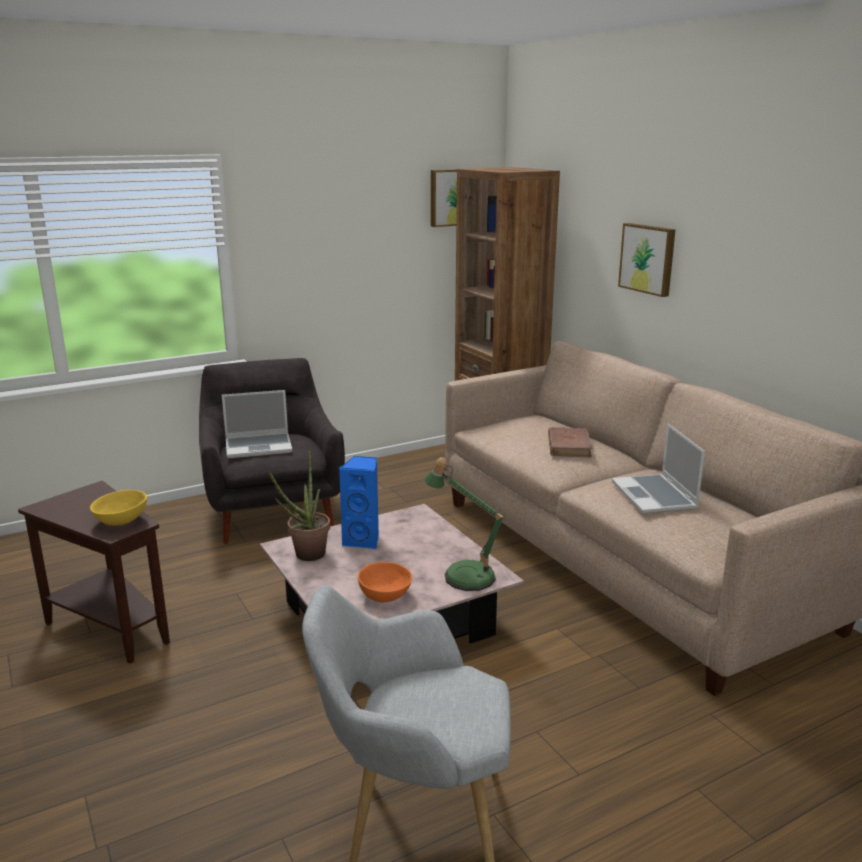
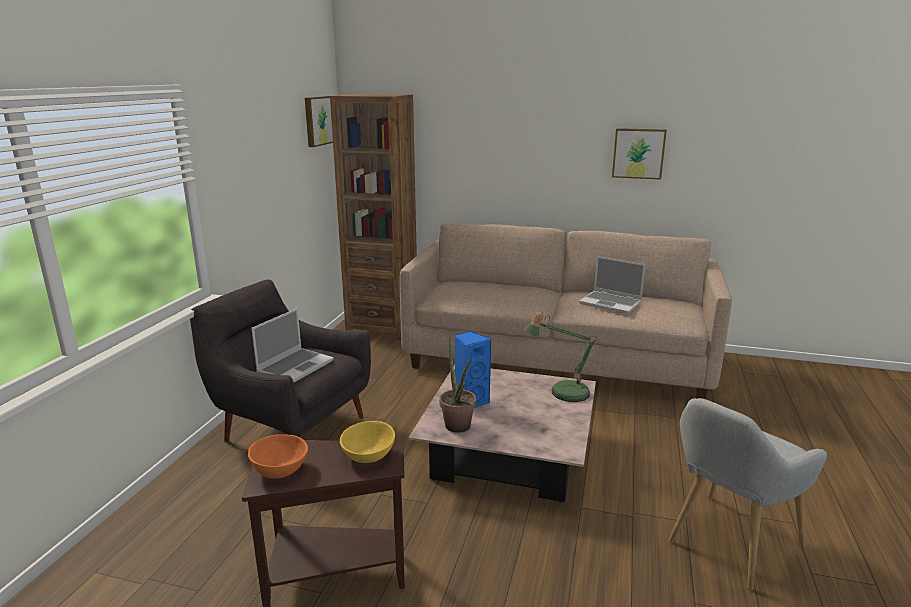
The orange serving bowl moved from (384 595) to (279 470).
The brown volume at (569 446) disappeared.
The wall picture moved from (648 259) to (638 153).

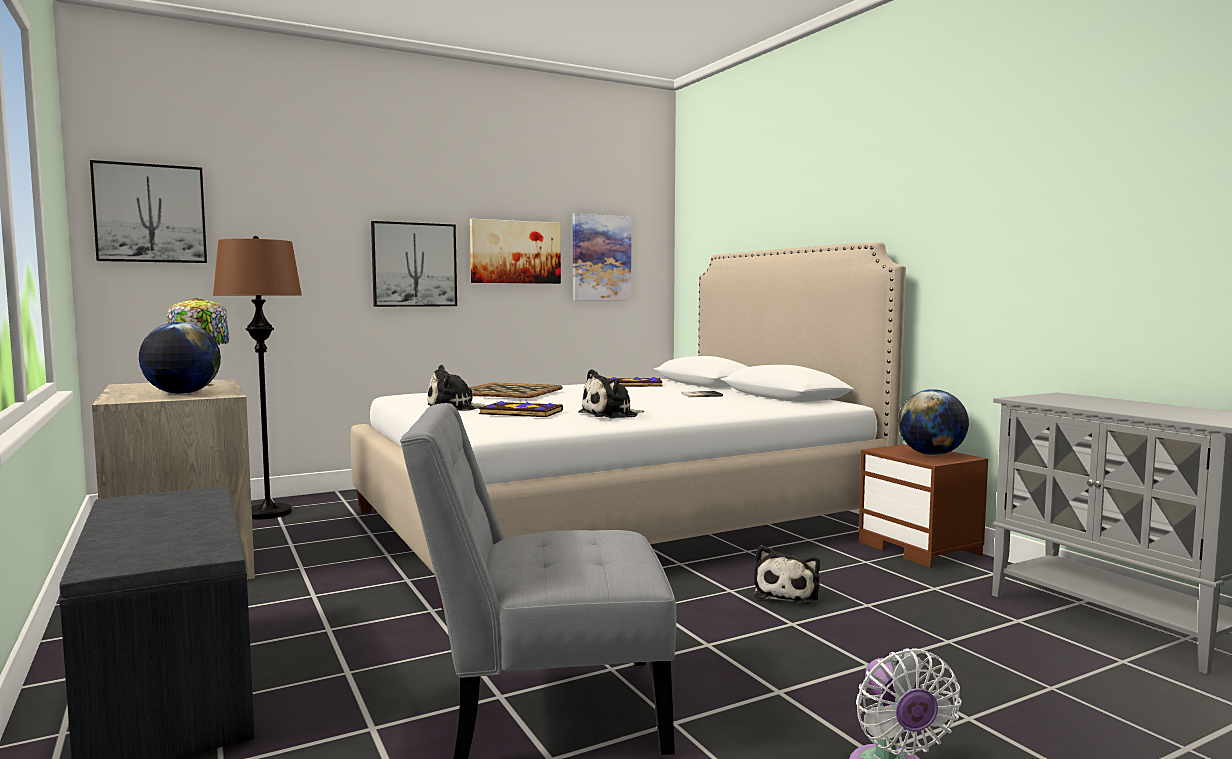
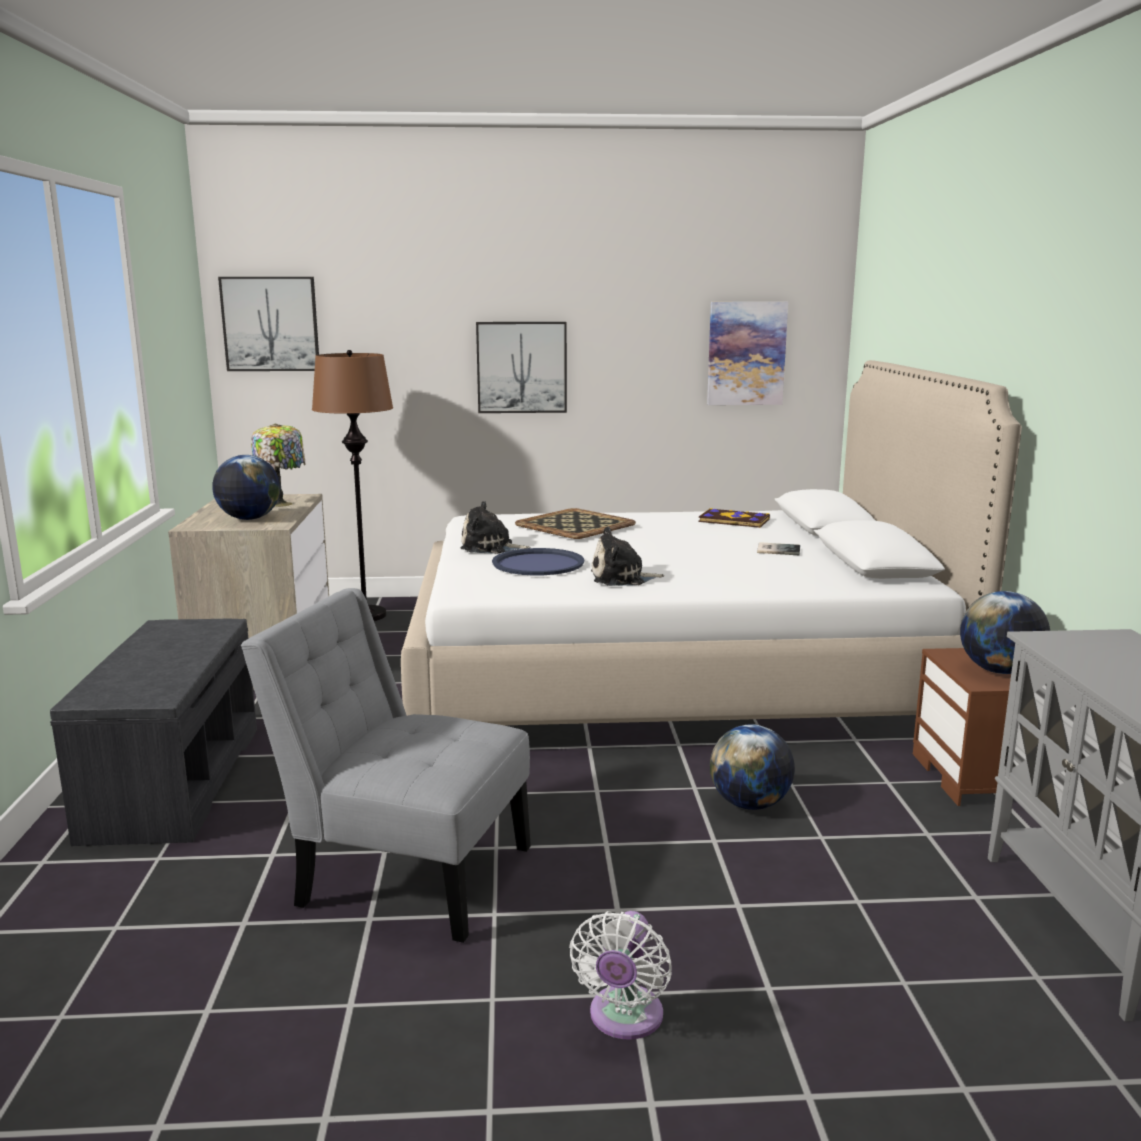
The wall picture at (515 252) disappeared.
The volume at (520 413) was replaced by the blue-coloured carrying tray at (538 564).
The cuddly toy at (787 593) was replaced by the globe at (750 804).

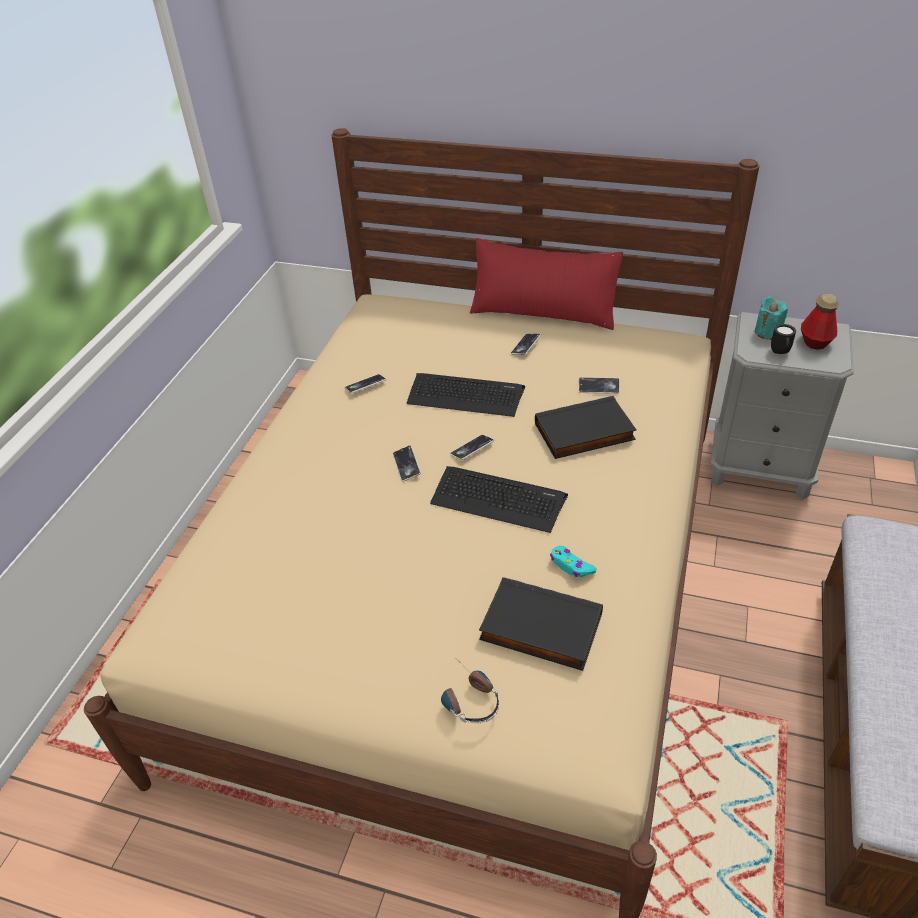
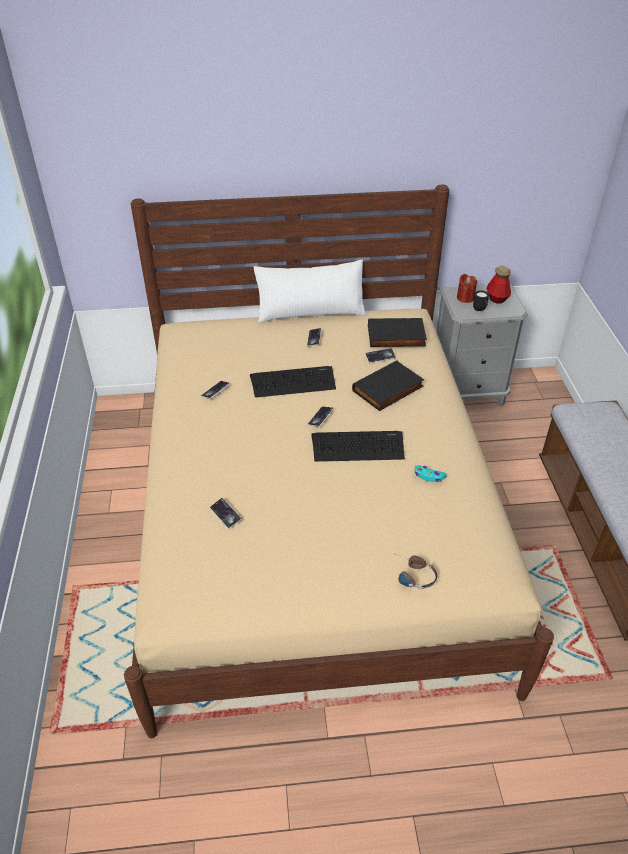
The telephone moved from (406 465) to (225 515).
The red-coloured pillow at (543 312) became the white pillow at (310 312).
The black-coloured volume moved from (539 629) to (396 336).
The blue-green wax light at (767 332) became the red-coloured wax light at (465 298).

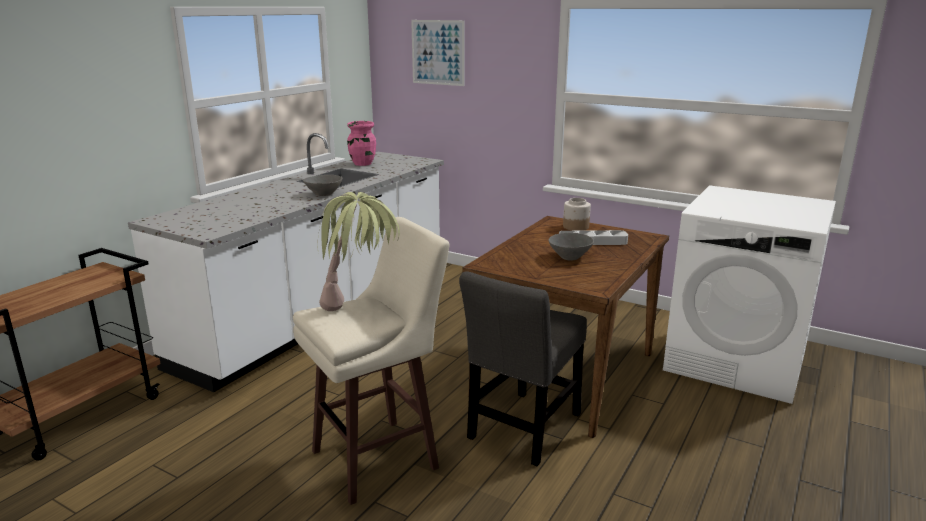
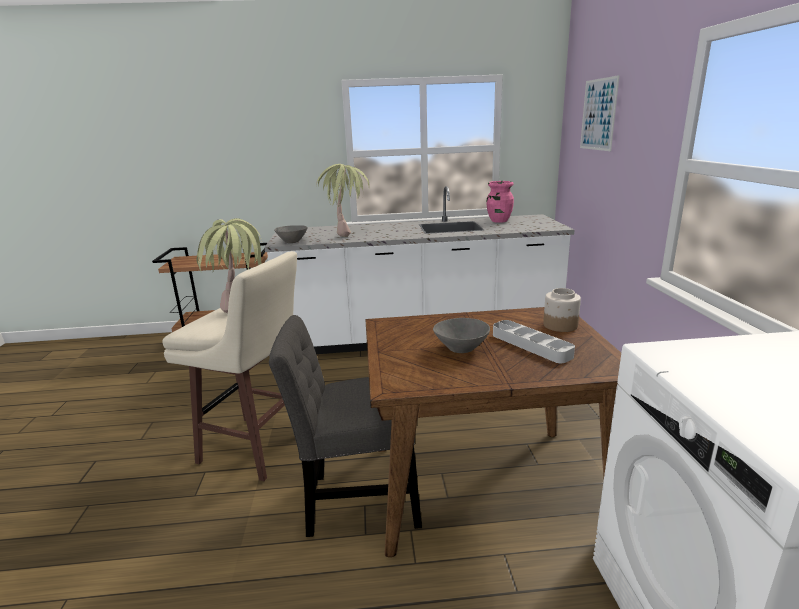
The greyish serving bowl moved from (323 194) to (292 241).
The potted plant at (348 233) appeared.

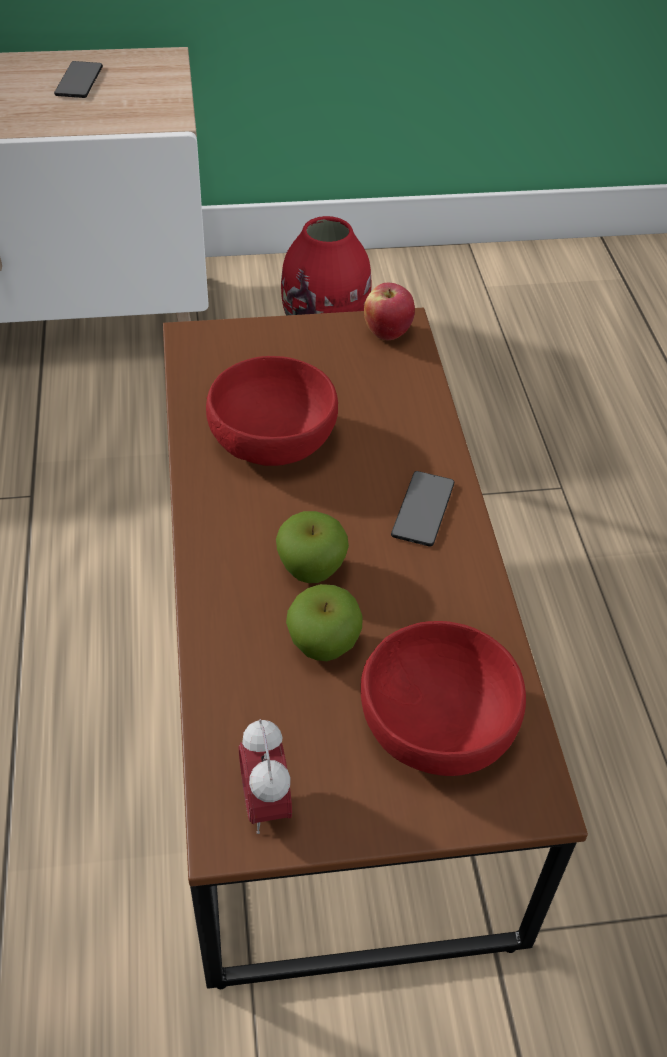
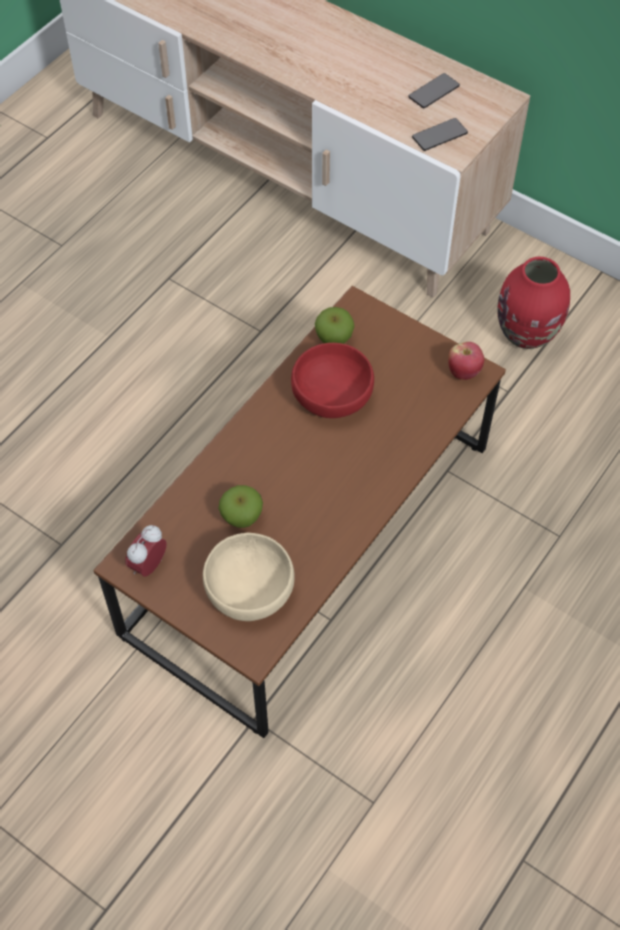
The whole apple moved from (311 570) to (334 339).
The red-coloured serving bowl at (437 727) became the sand-coloured serving bowl at (249 591).
The telephone moved from (423 510) to (439 135).

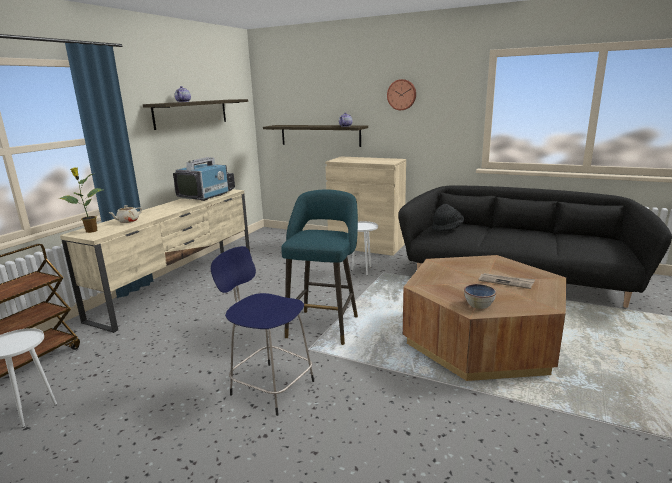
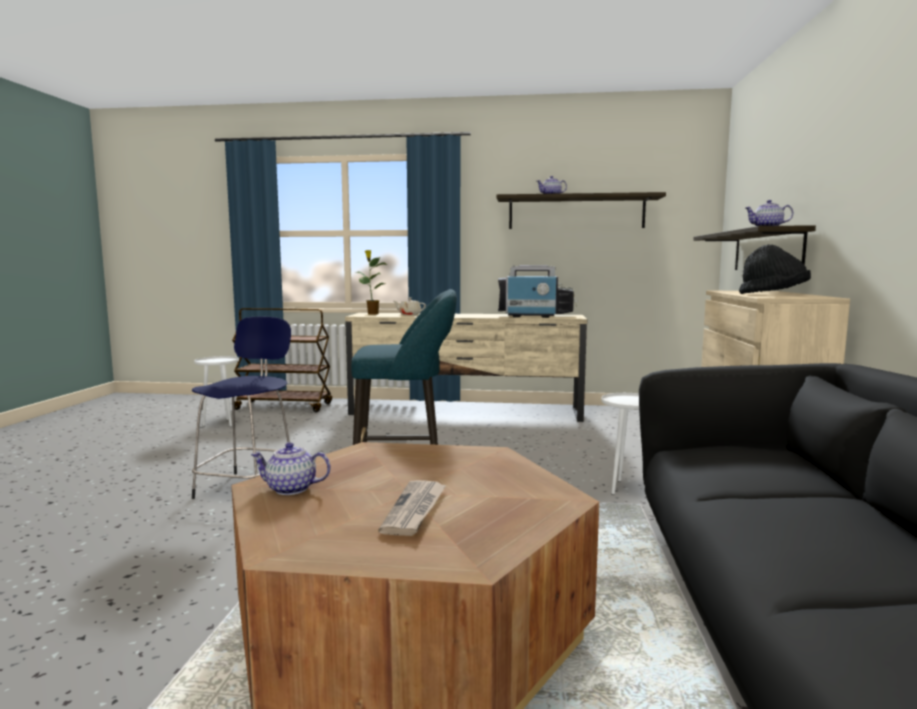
The hanging clock at (402 94) disappeared.
The black-coloured wearable hat moved from (447 228) to (773 294).
The serving bowl at (479 304) was replaced by the teapot at (290 489).

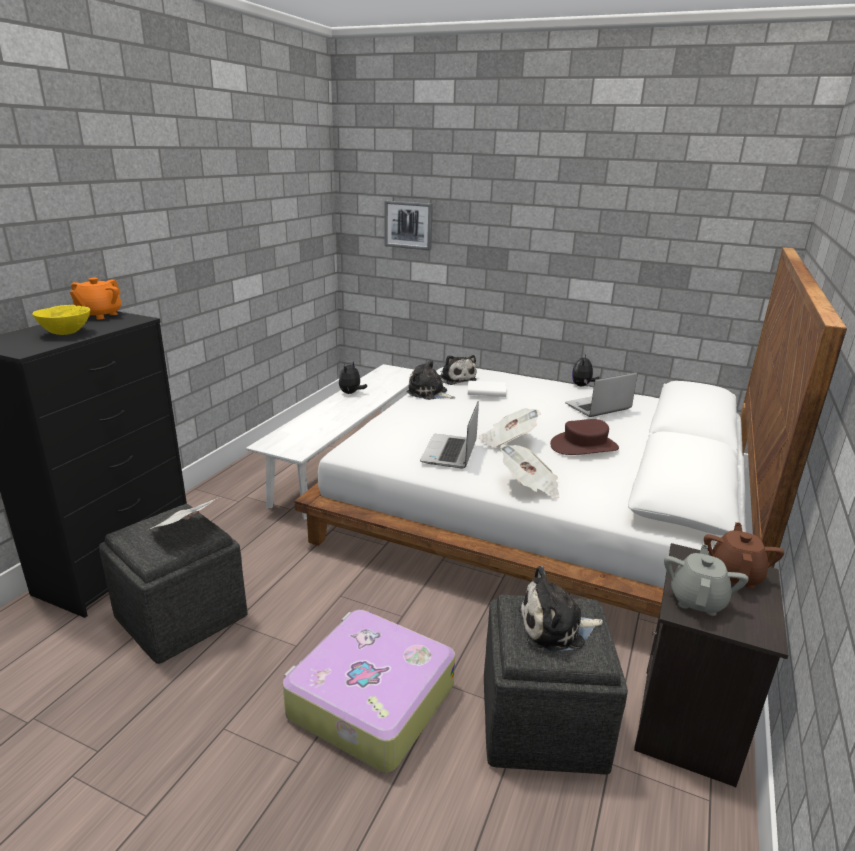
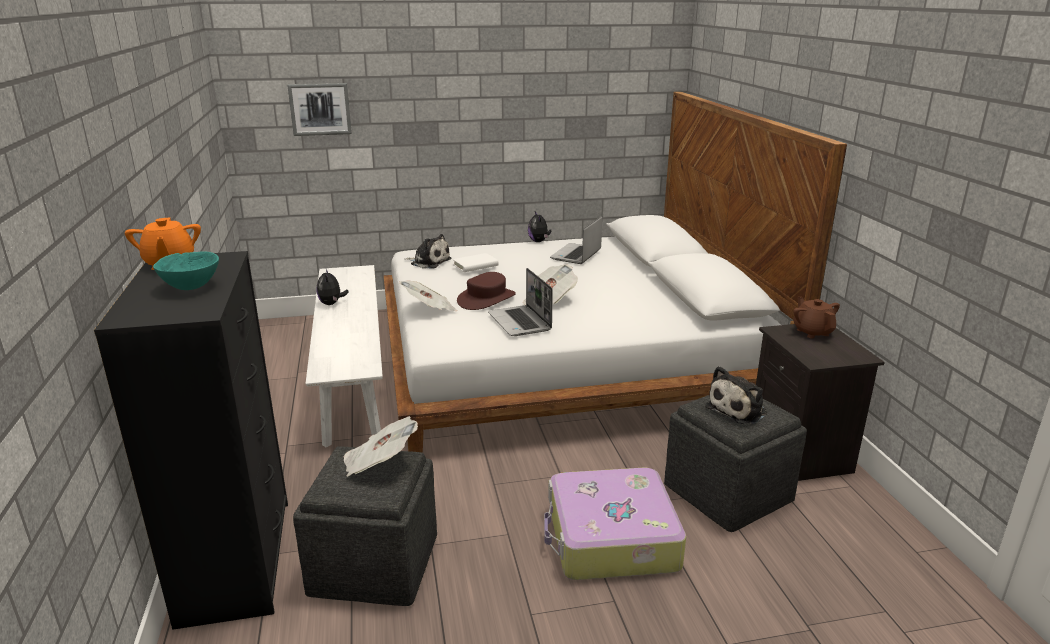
The yellow serving bowl at (66 333) became the blue-green serving bowl at (192 287).
The cuddly toy at (429 393) disappeared.
The newspaper moved from (530 486) to (430 309).
The brown wearable hat moved from (584 446) to (486 299).
The greyish teapot at (697 600) disappeared.

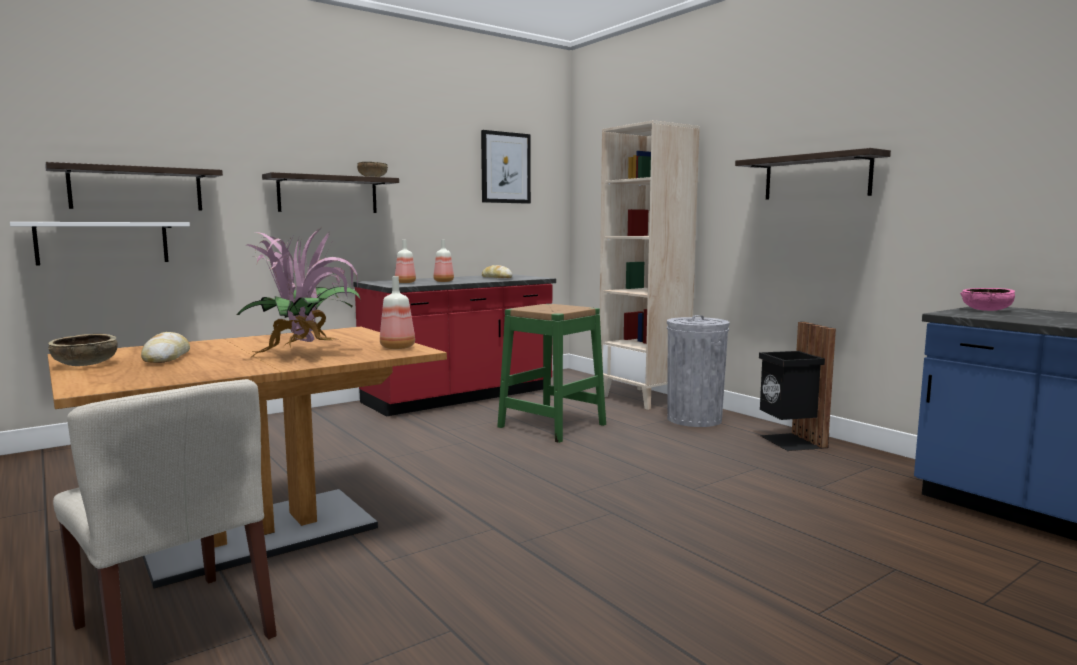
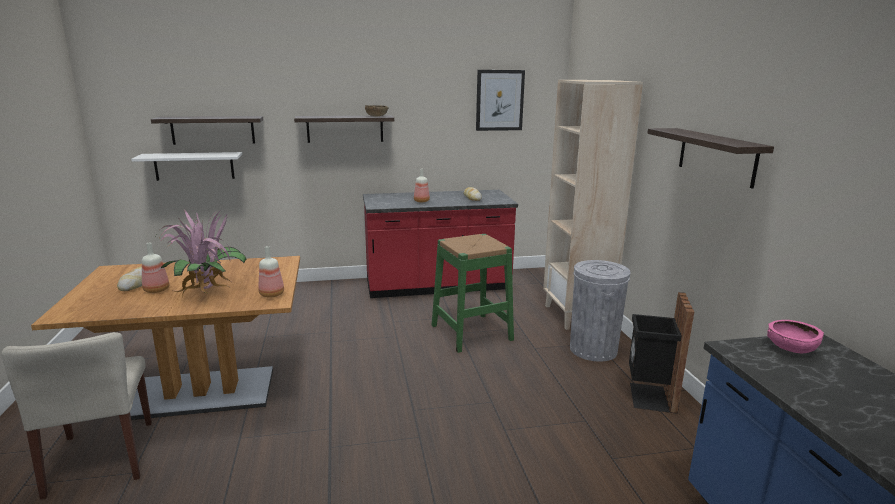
The brown serving bowl at (85 364) disappeared.
The bottle moved from (404 282) to (155 290).

